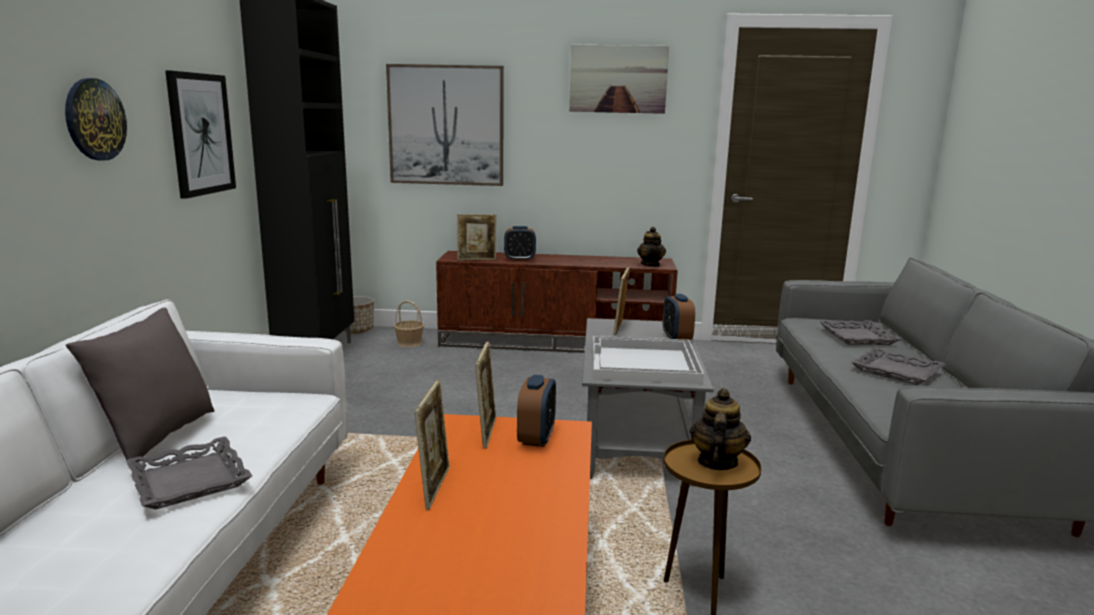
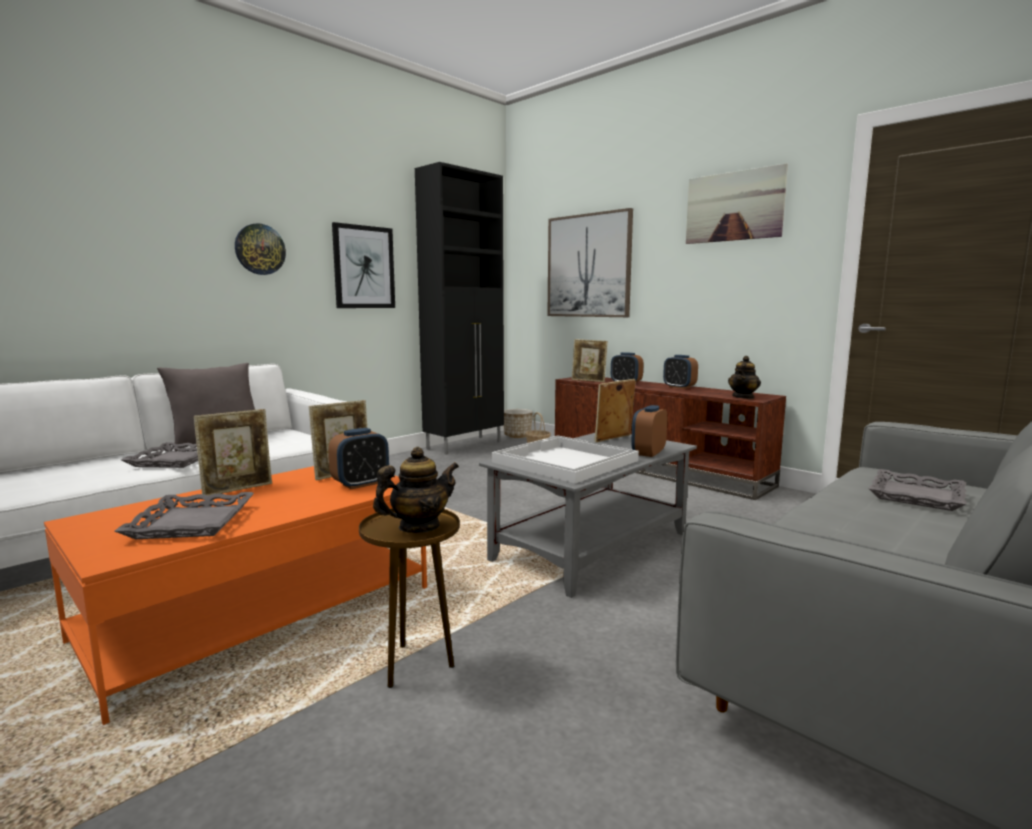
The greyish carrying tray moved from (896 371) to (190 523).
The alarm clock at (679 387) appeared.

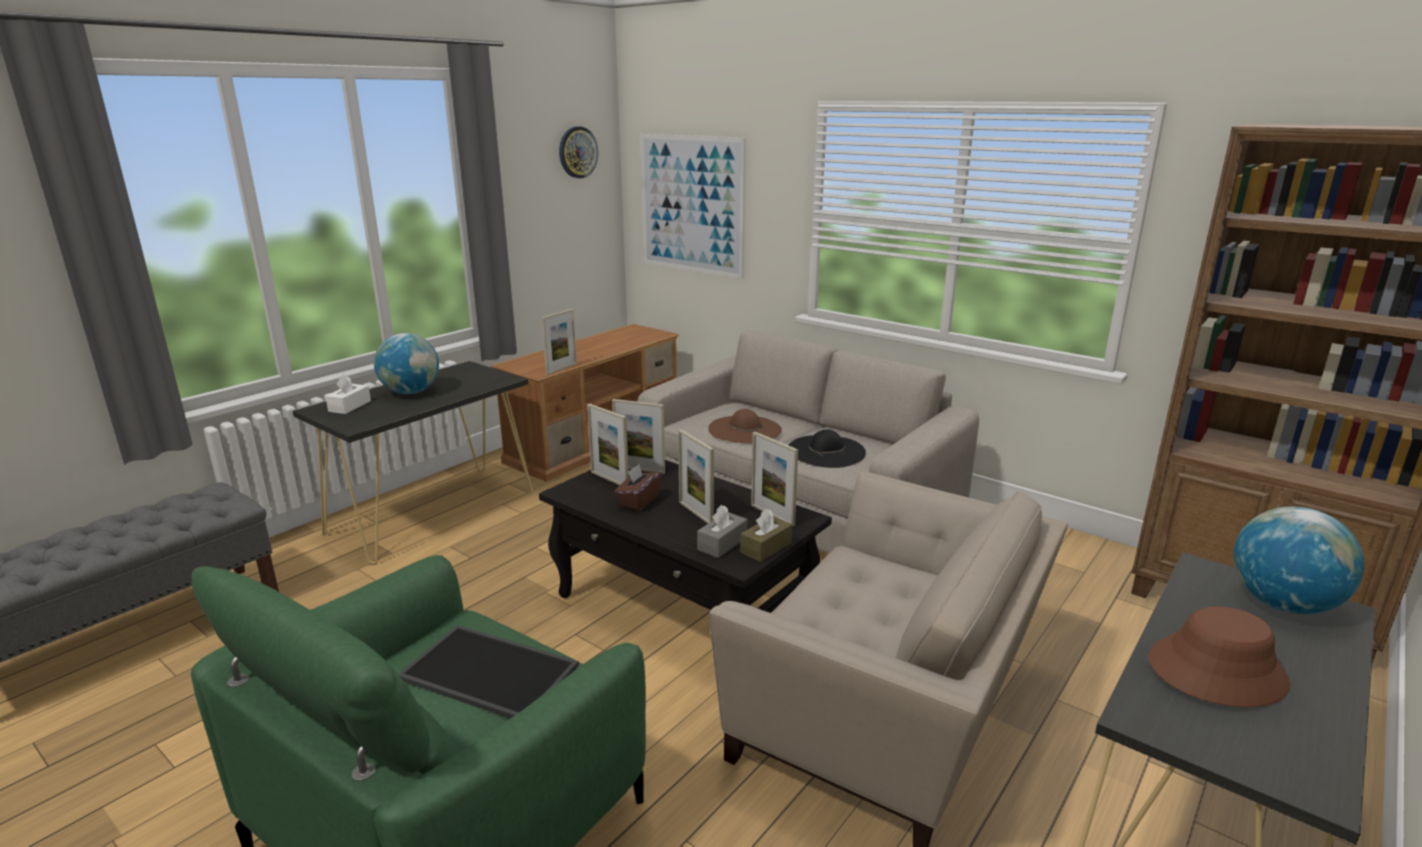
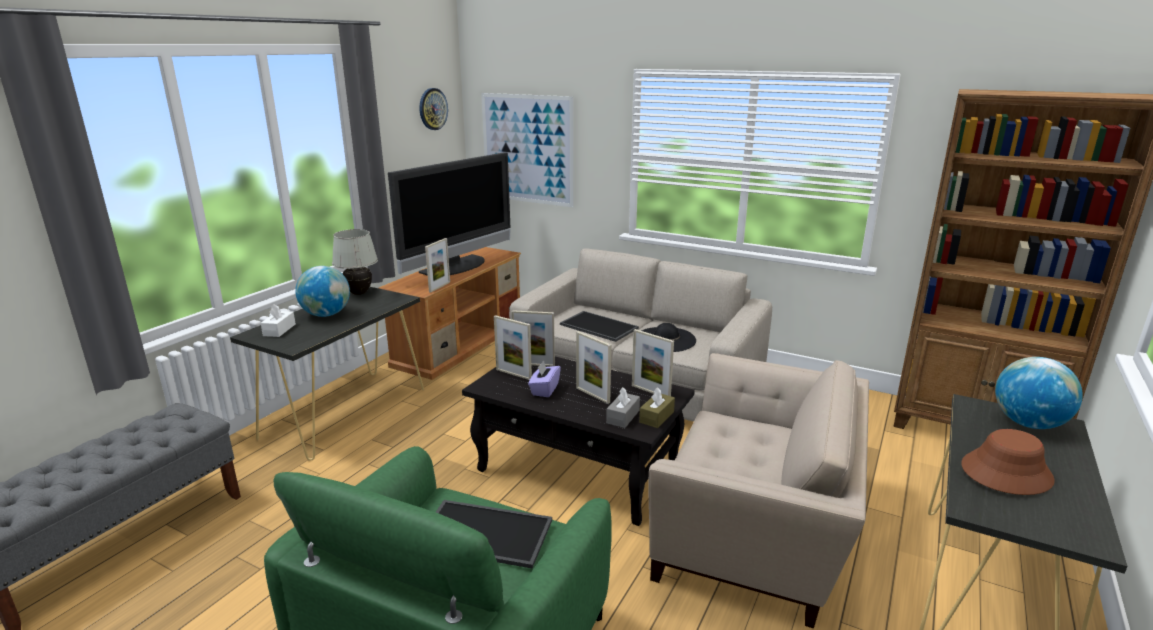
The brown box of tissues at (638 501) became the purple box of tissues at (544 390).
The brown wearable hat at (744 429) was replaced by the carrying tray at (597 326).
The white tabletop lamp at (359 293) appeared.
The television at (457 267) appeared.

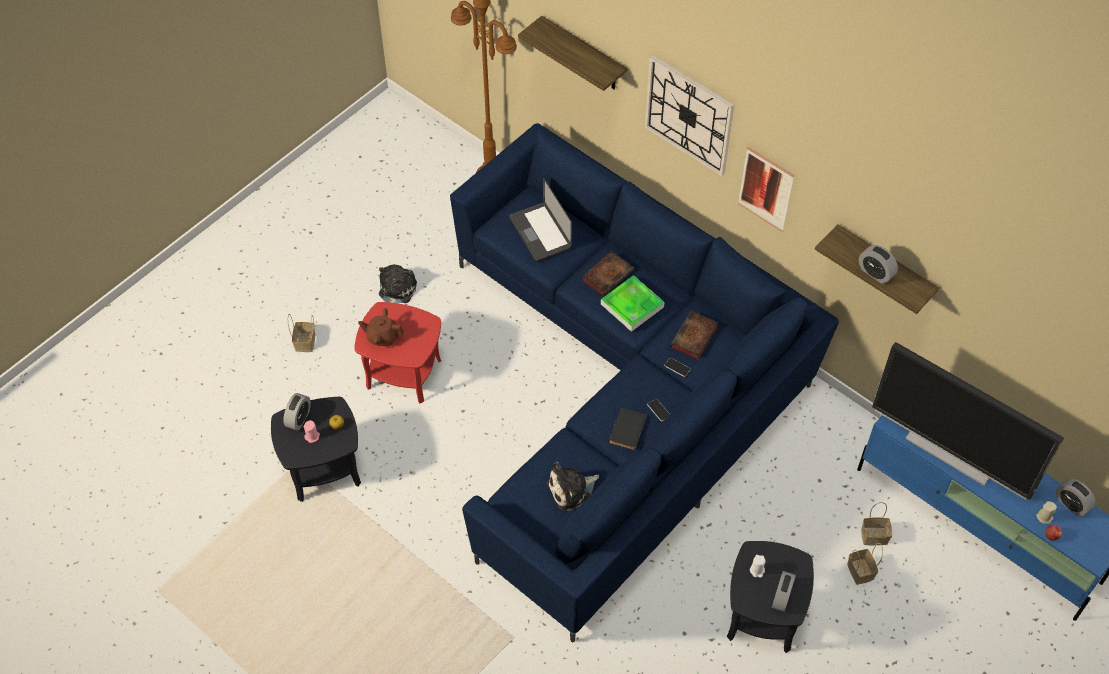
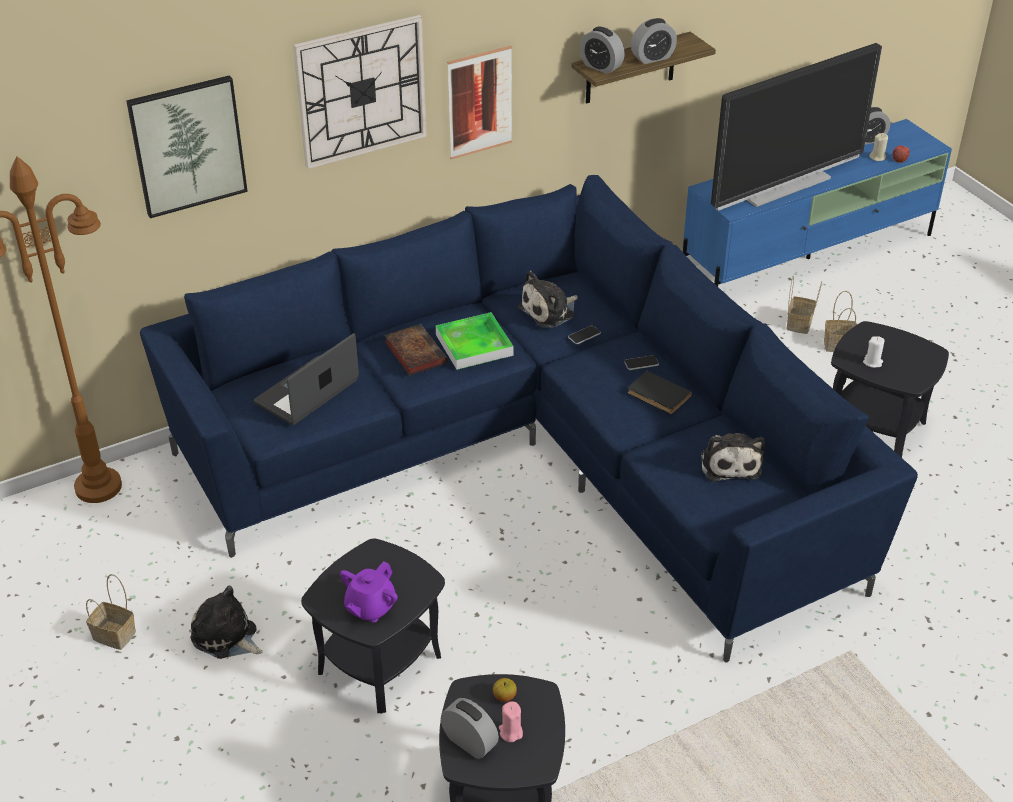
The household basket moved from (305 343) to (116 635).
The red-coloured side table at (404 374) became the black-coloured side table at (380 663).
The brown teapot at (382 337) became the purple teapot at (370 607).
The portable computer at (540 233) turned 135 degrees clockwise.
The wall shelf at (583 55) was replaced by the wall picture at (187 145).
The volume at (694 338) was replaced by the cuddly toy at (549 311).
The alarm clock moved from (781 597) to (601 67).

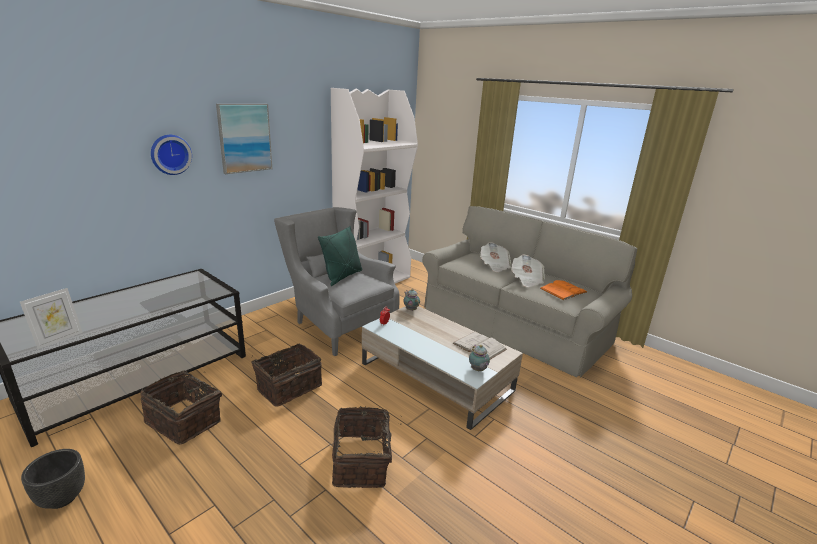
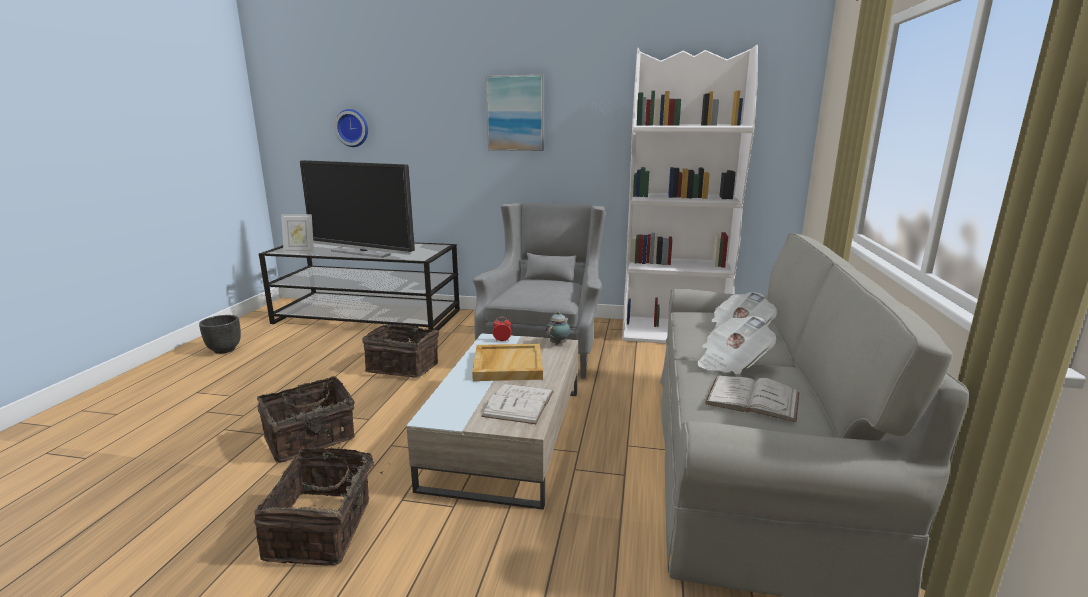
The household basket moved from (185 420) to (323 529).
The hanging clock moved from (170 154) to (353 128).
The green-coloured pillow at (342 276) disappeared.
The teapot at (478 370) disappeared.
The orange volume at (563 290) became the white volume at (752 398).
The television at (363 252) appeared.
The sand-coloured carrying tray at (507 365) appeared.

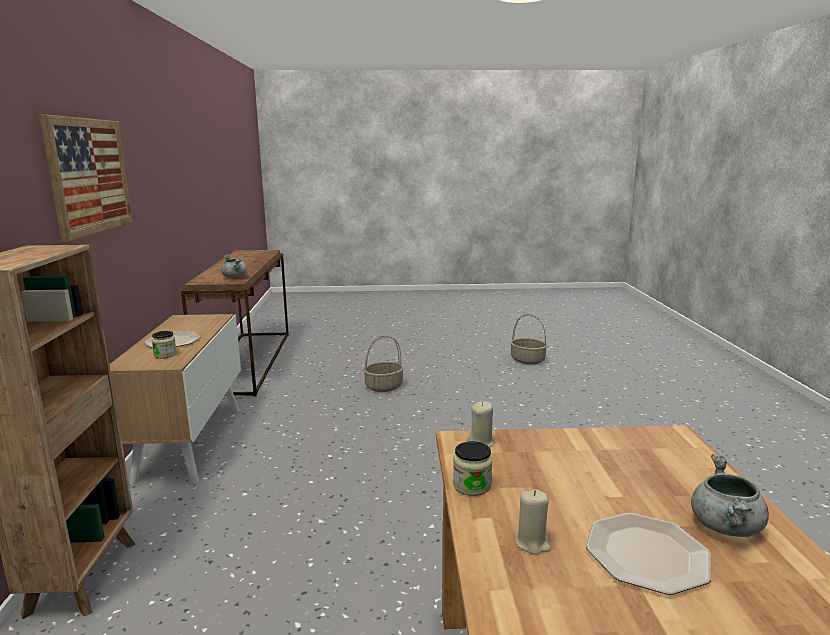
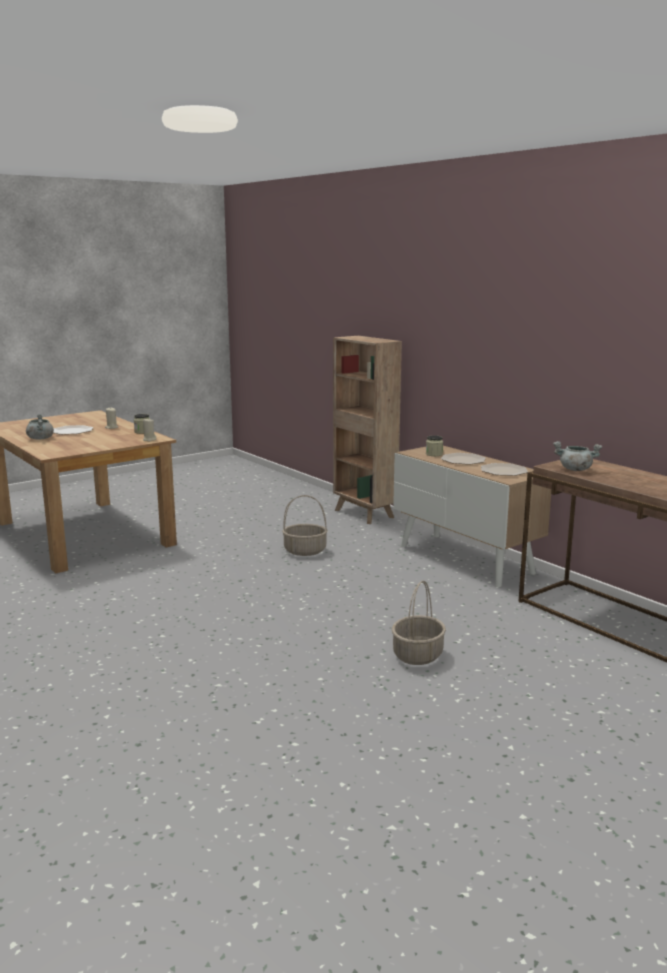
The wall picture at (90 176) disappeared.
The household basket moved from (528 360) to (304 551).
The flat dish at (504 471) appeared.

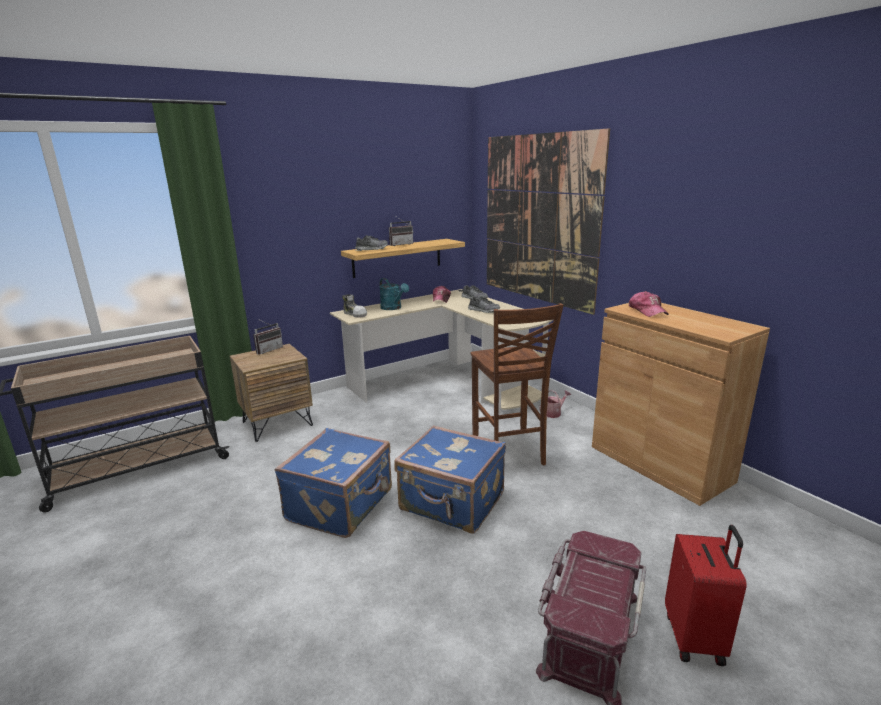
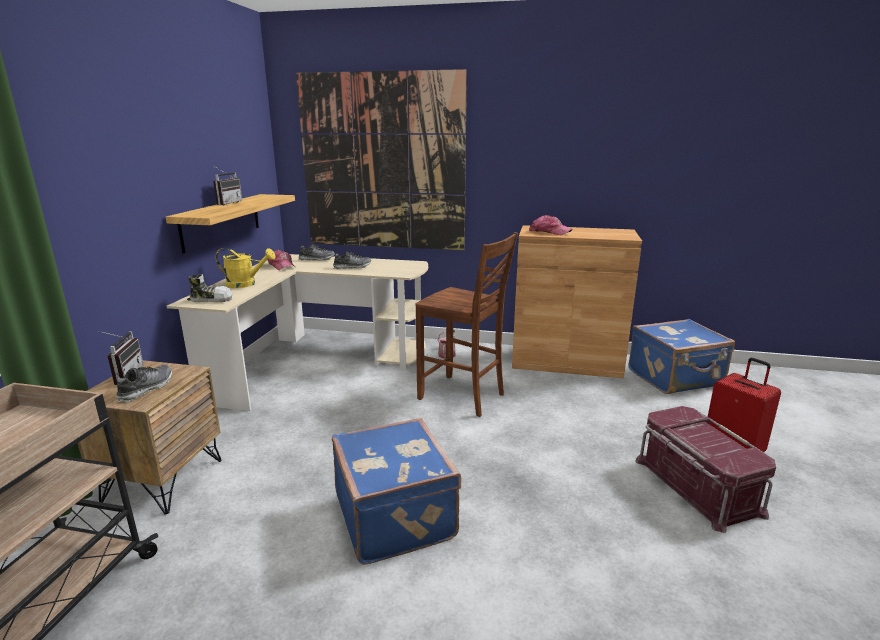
The shoe moved from (371 249) to (146 389).
The blue-green watering pot at (393 308) became the yellow watering pot at (246 284).
The blue-coloured suitcase moved from (452 503) to (676 378).

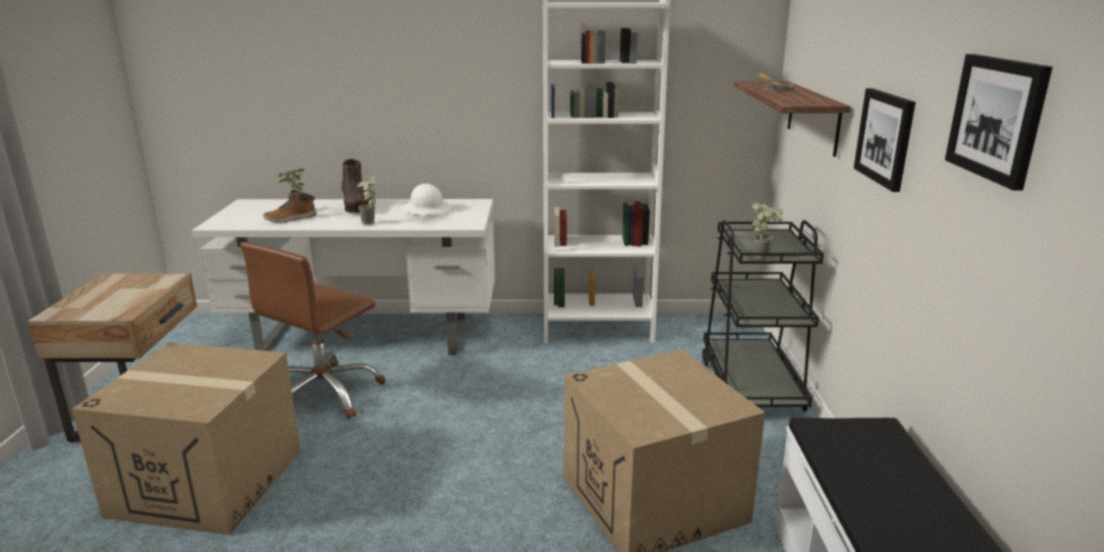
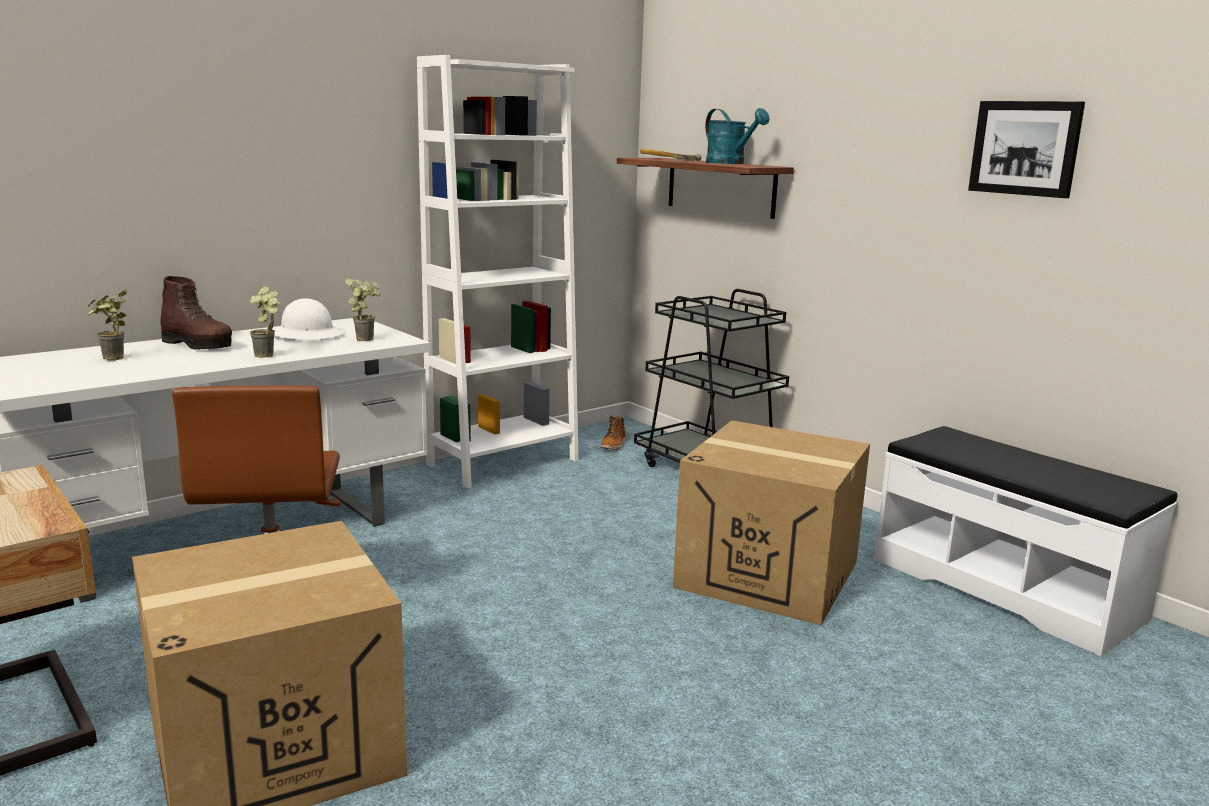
The boot moved from (291 219) to (614 445).
The potted plant moved from (763 255) to (366 338).
The wall picture at (885 138) disappeared.
The blue-green watering pot at (730 163) appeared.

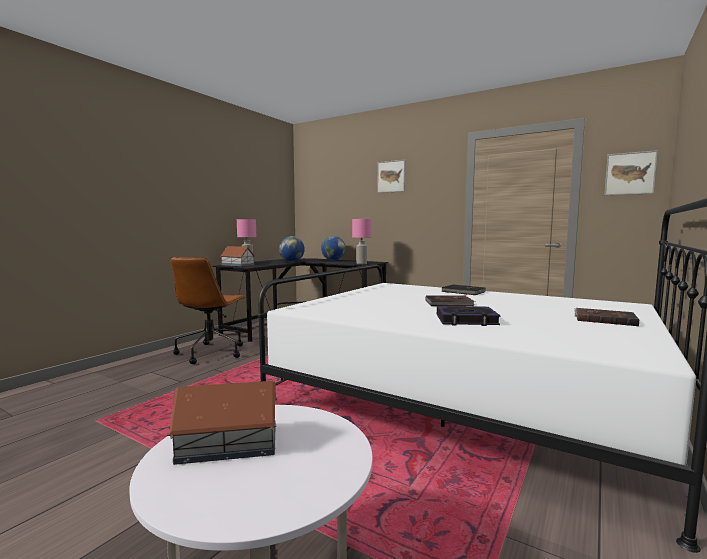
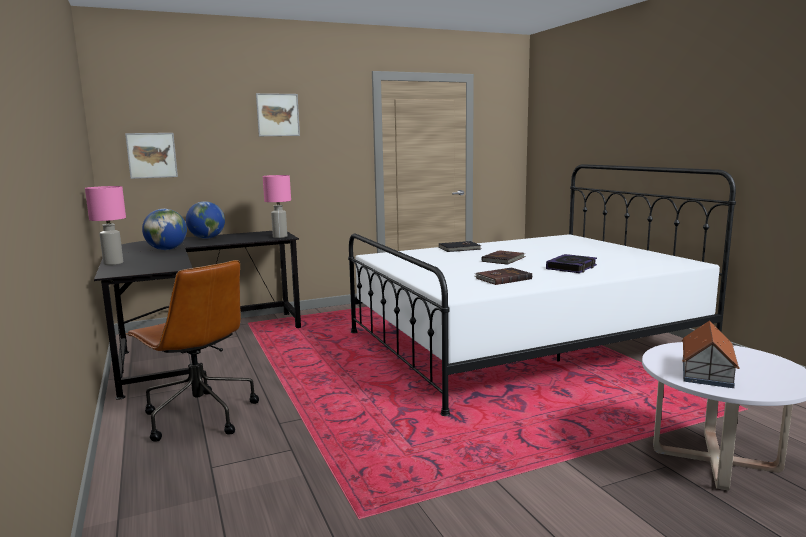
The model house at (238 265) disappeared.
The brown volume moved from (604 319) to (502 278).
The wall picture moved from (630 173) to (152 155).

